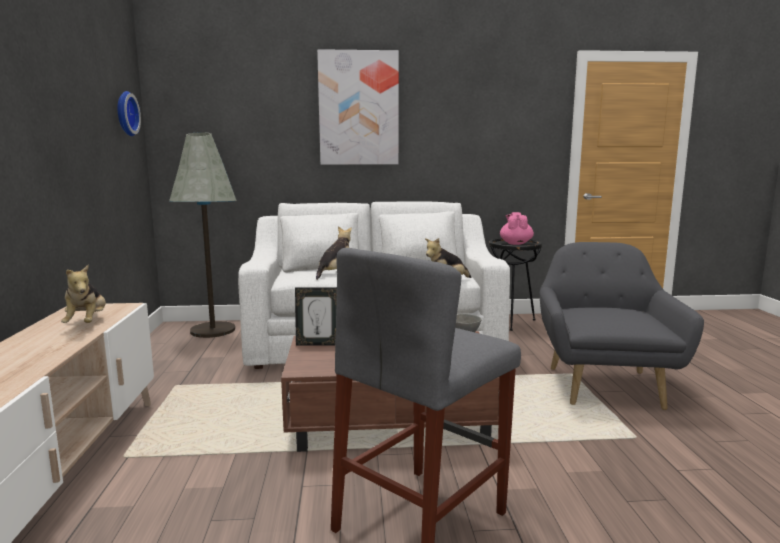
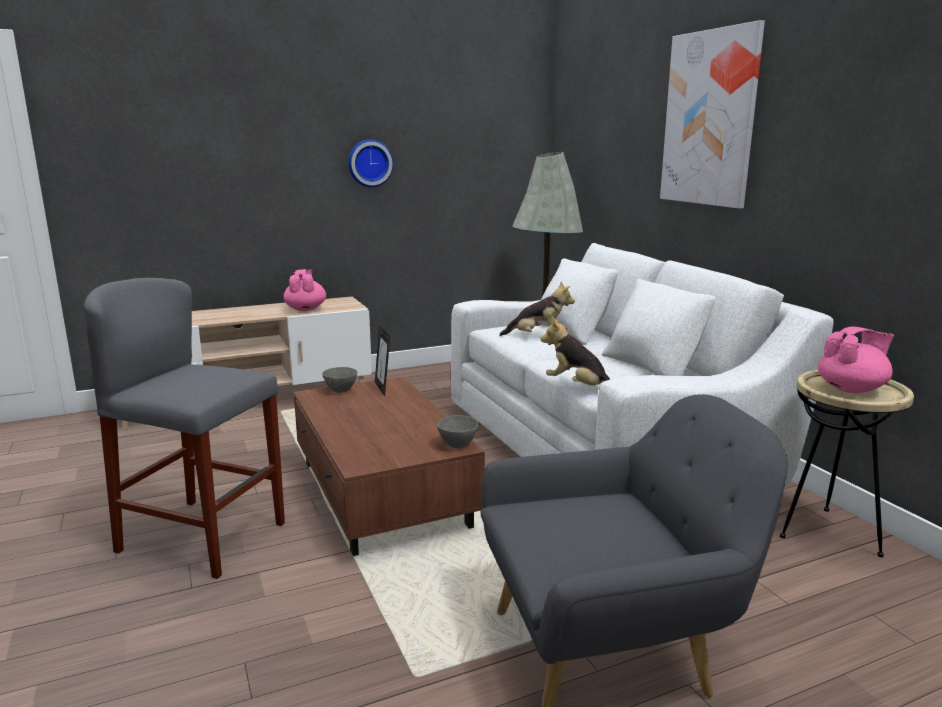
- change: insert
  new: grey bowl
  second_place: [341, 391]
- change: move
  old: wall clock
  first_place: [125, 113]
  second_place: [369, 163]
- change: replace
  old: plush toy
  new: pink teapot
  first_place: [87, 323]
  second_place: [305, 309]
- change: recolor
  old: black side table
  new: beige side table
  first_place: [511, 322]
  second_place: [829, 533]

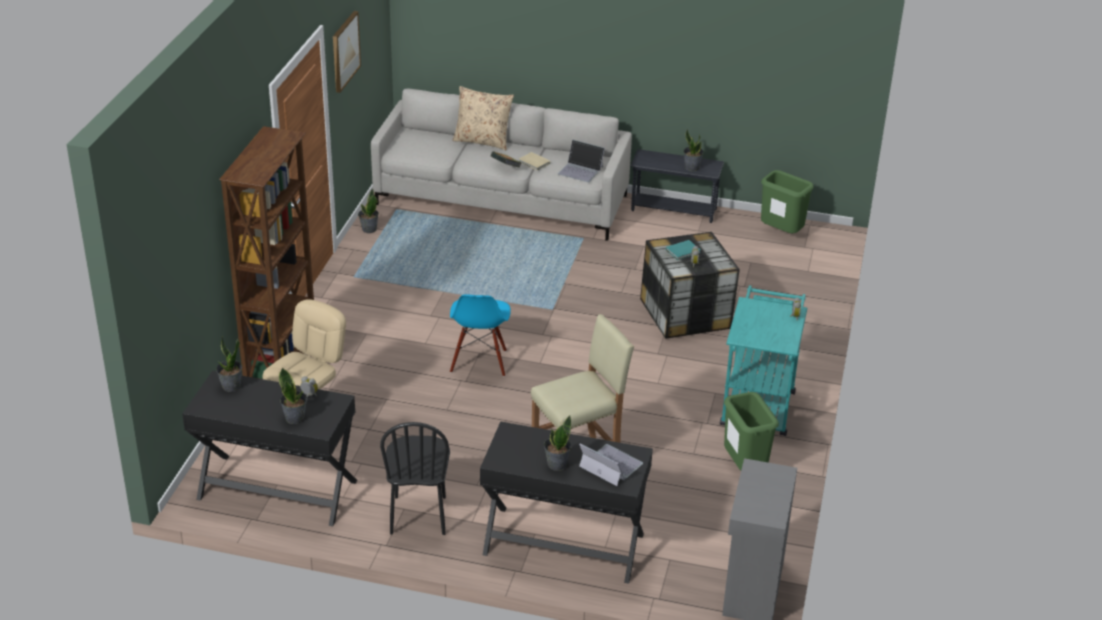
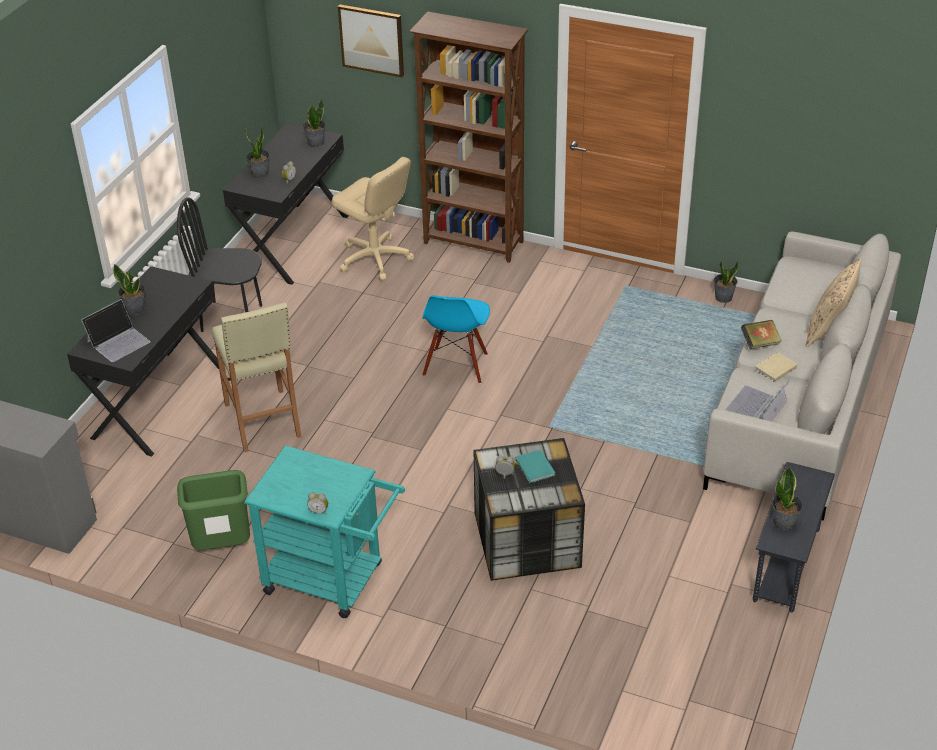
- change: delete
  old: green trash can
  first_place: [781, 234]
- change: move
  old: picture
  first_place: [345, 51]
  second_place: [372, 40]
- change: rotate
  old: blue chair
  first_place: [479, 362]
  second_place: [456, 365]
  degrees: -90

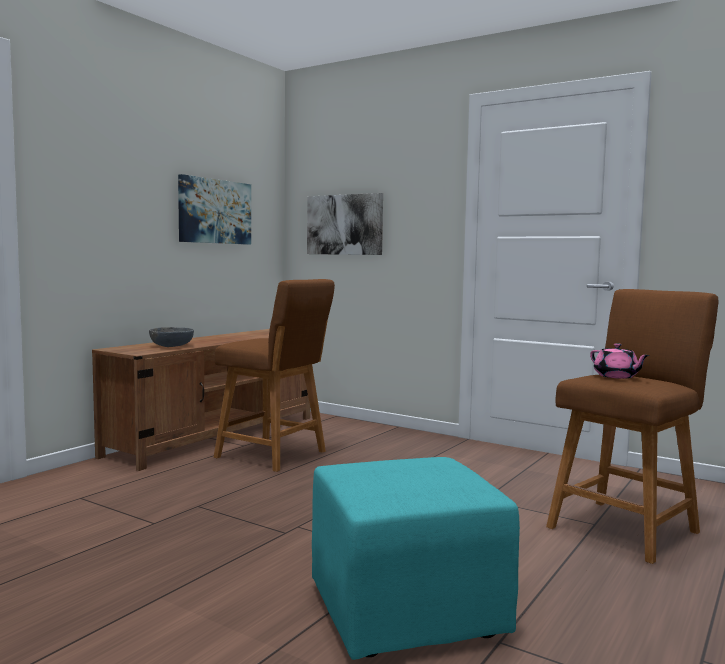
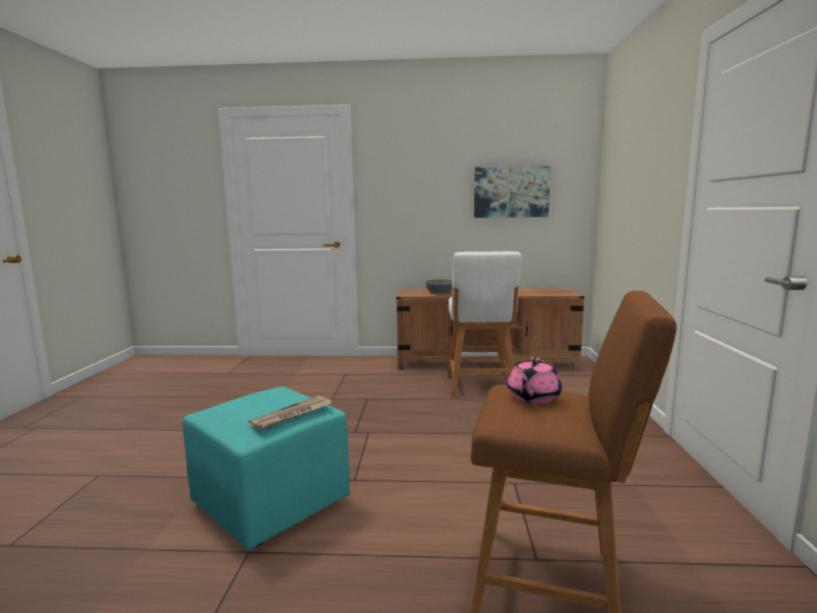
- change: delete
  old: picture
  first_place: [345, 225]
- change: insert
  new: newspaper
  second_place: [292, 415]
- change: recolor
  old: brown stool
  new: white stool
  first_place: [275, 455]
  second_place: [480, 387]

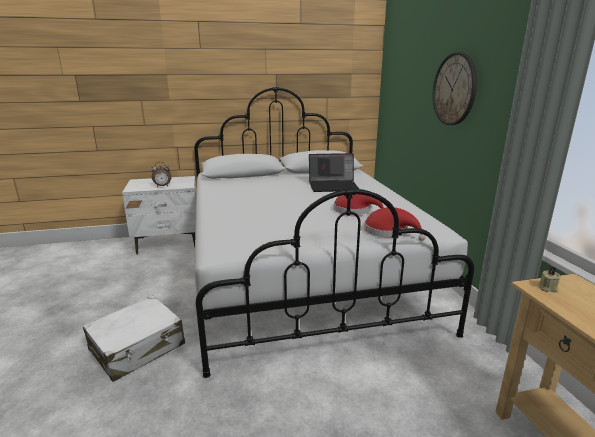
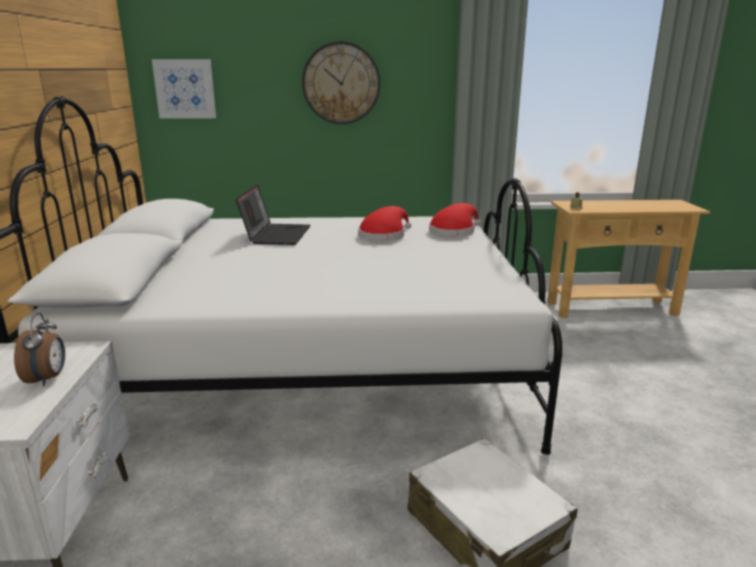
- change: insert
  new: picture
  second_place: [185, 89]

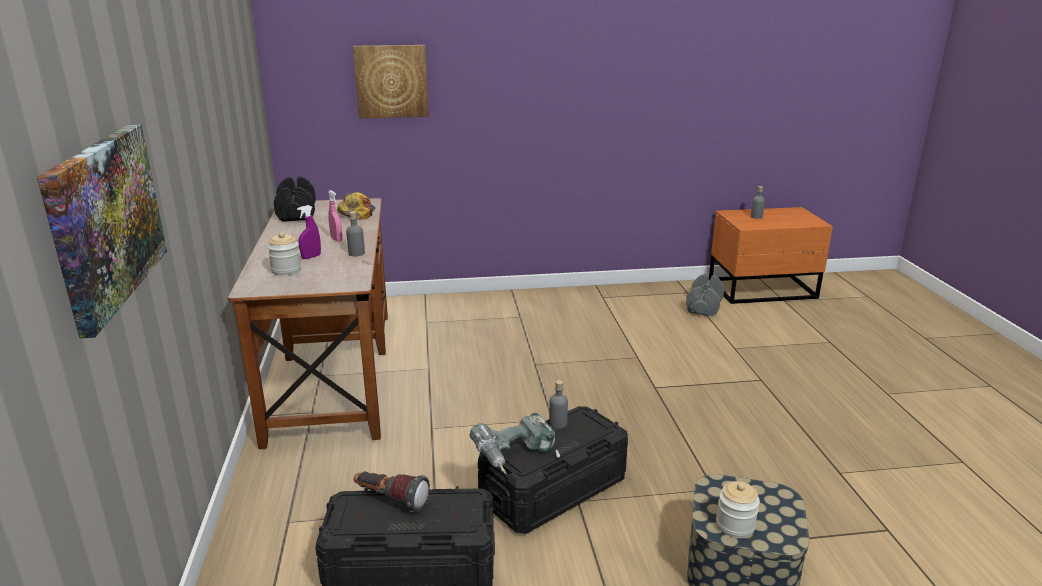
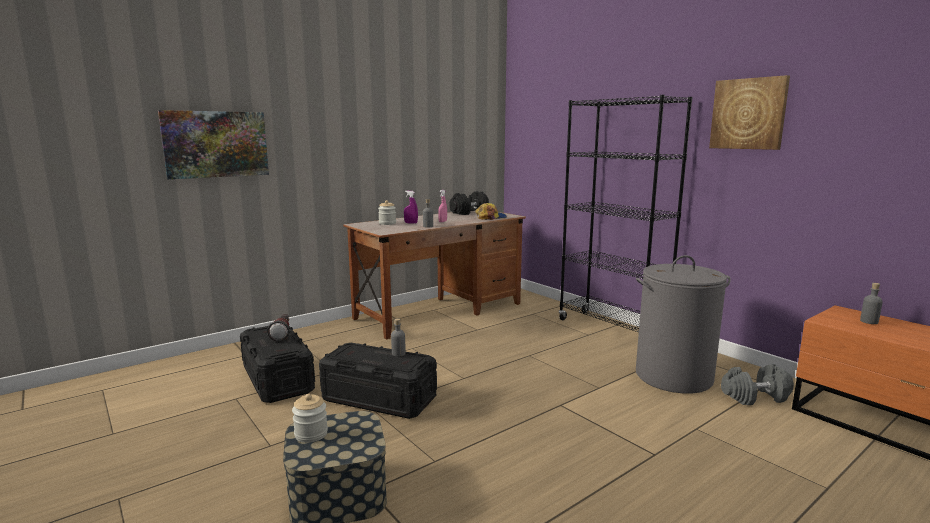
- change: delete
  old: power drill
  first_place: [516, 458]
- change: insert
  new: black bookcase
  second_place: [611, 329]
- change: insert
  new: grey laundry basket
  second_place: [673, 376]
- change: move
  old: picture
  first_place: [391, 81]
  second_place: [748, 114]

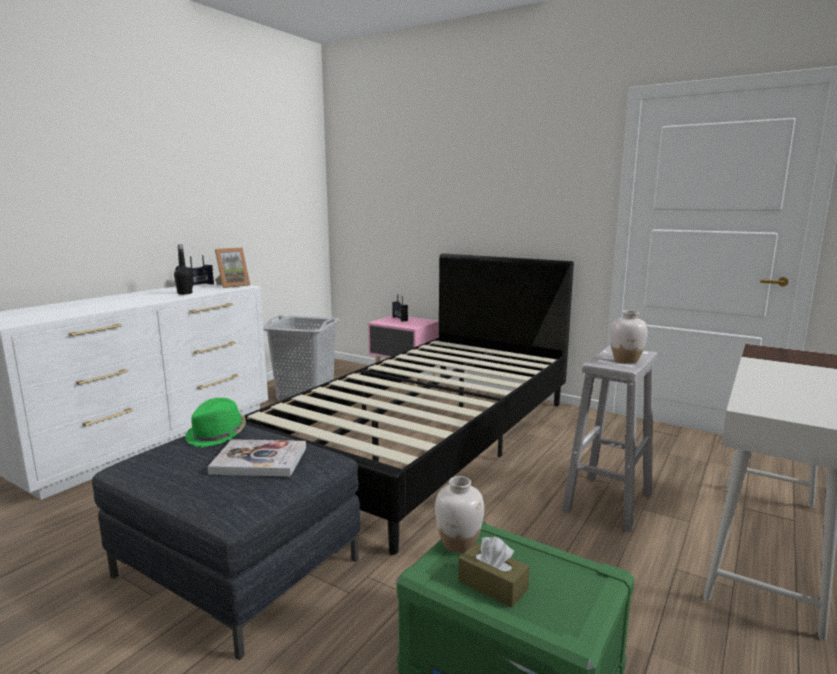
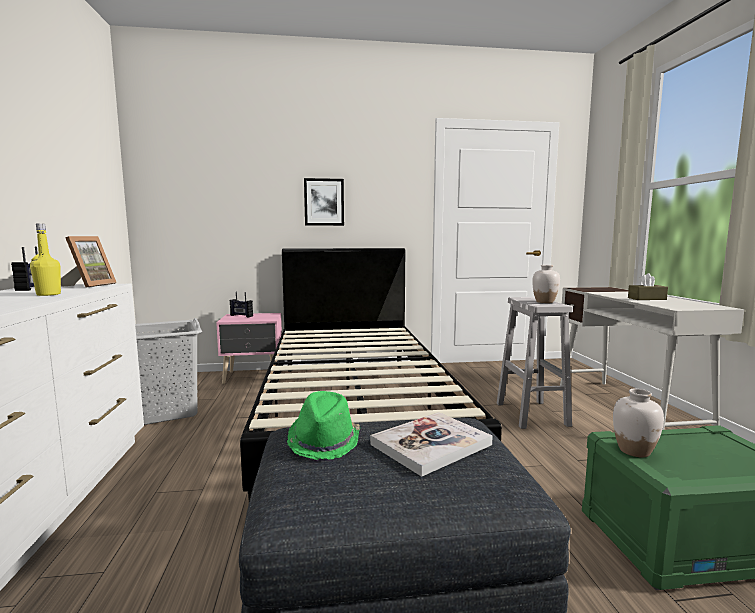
- change: insert
  new: picture
  second_place: [324, 202]
- change: move
  old: brown tissue box
  first_place: [492, 585]
  second_place: [646, 299]
- change: recolor
  old: black bottle
  new: yellow bottle
  first_place: [185, 293]
  second_place: [48, 294]

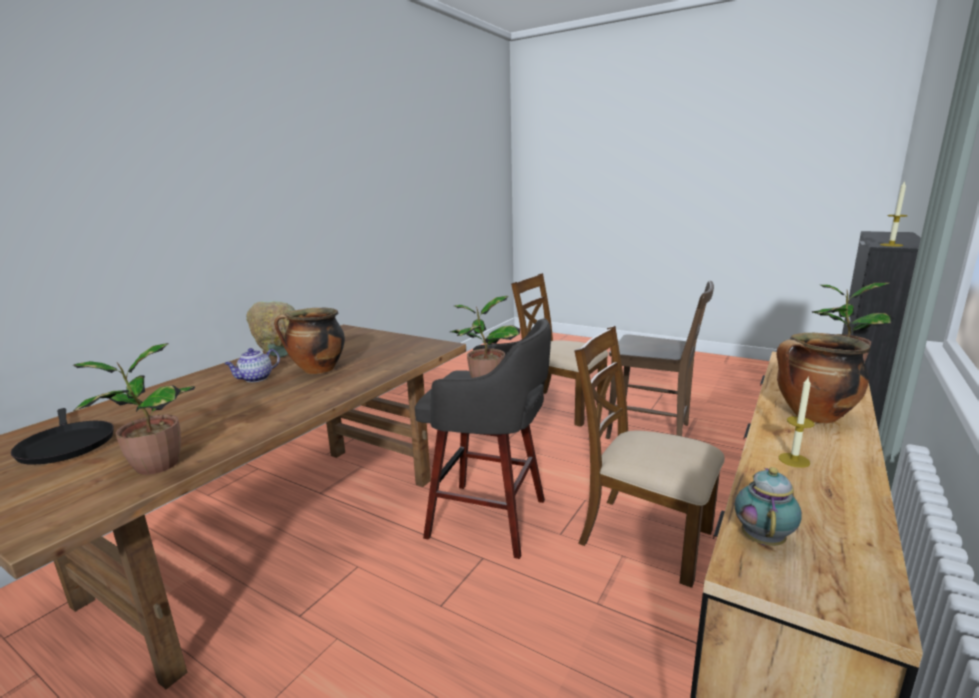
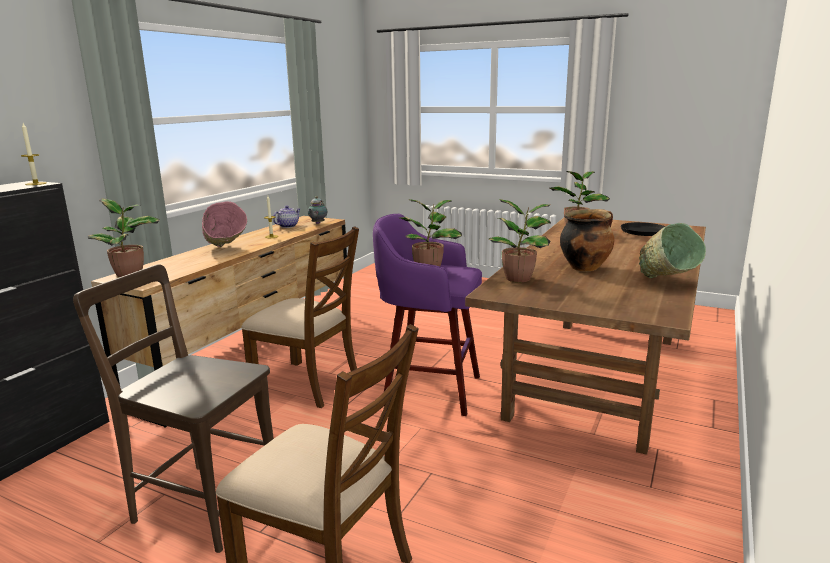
- change: insert
  new: potted plant
  second_place: [520, 278]
- change: move
  old: teapot
  first_place: [255, 379]
  second_place: [288, 226]
- change: replace
  old: cooking pot
  new: pink bowl
  first_place: [813, 417]
  second_place: [225, 249]
- change: recolor
  old: grey stool
  new: purple stool
  first_place: [491, 519]
  second_place: [428, 390]

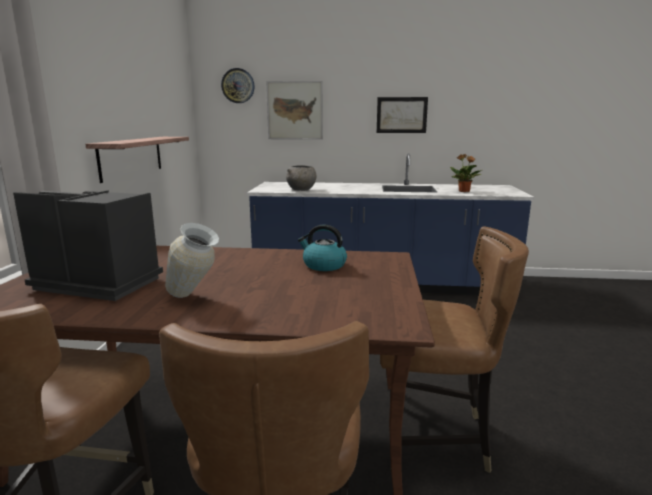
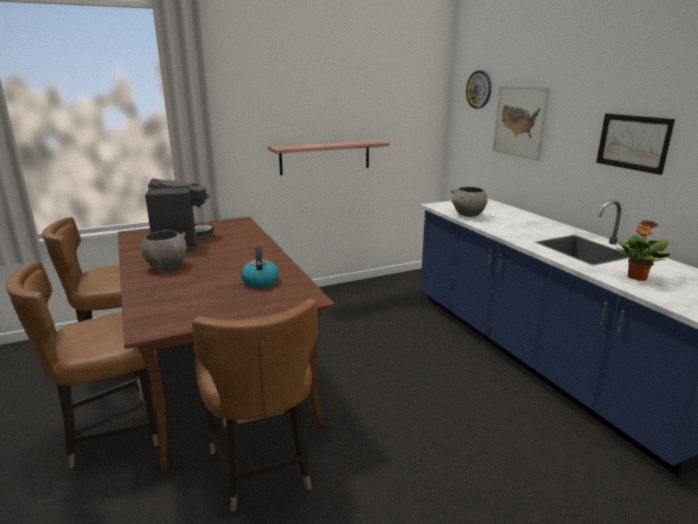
- change: replace
  old: vase
  new: grey bowl
  first_place: [194, 298]
  second_place: [166, 266]

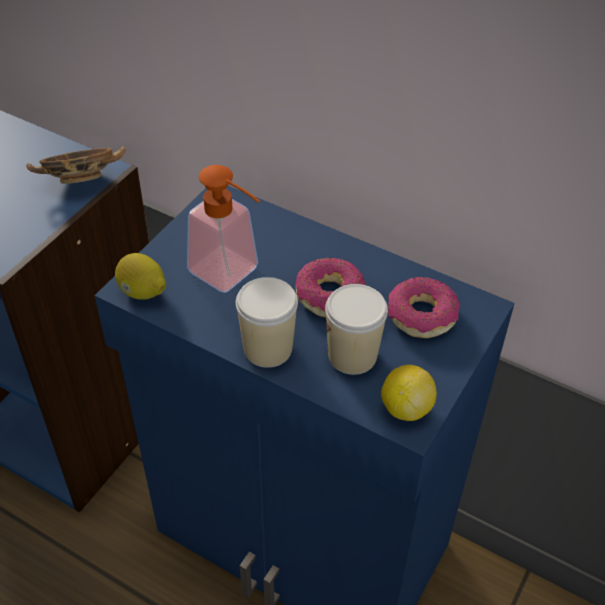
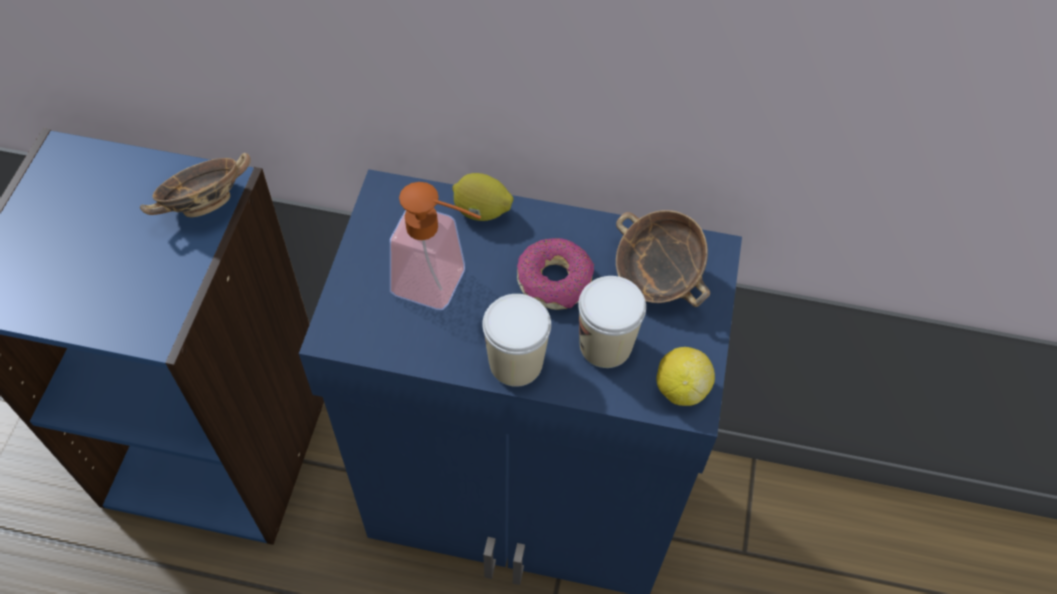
- change: move
  old: lemon
  first_place: [142, 292]
  second_place: [481, 212]
- change: replace
  old: donut
  new: bowl
  first_place: [421, 315]
  second_place: [656, 278]

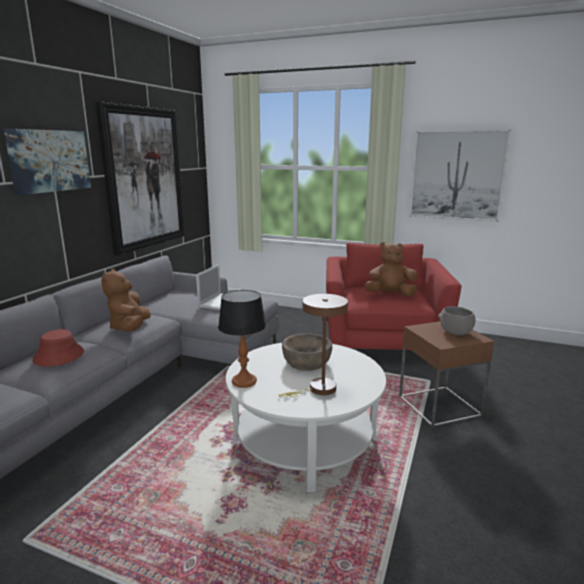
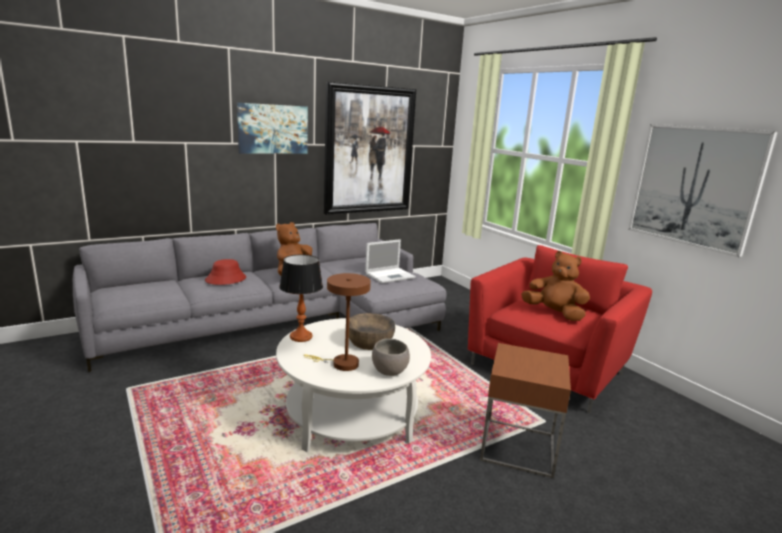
- change: move
  old: grey bowl
  first_place: [455, 332]
  second_place: [389, 370]

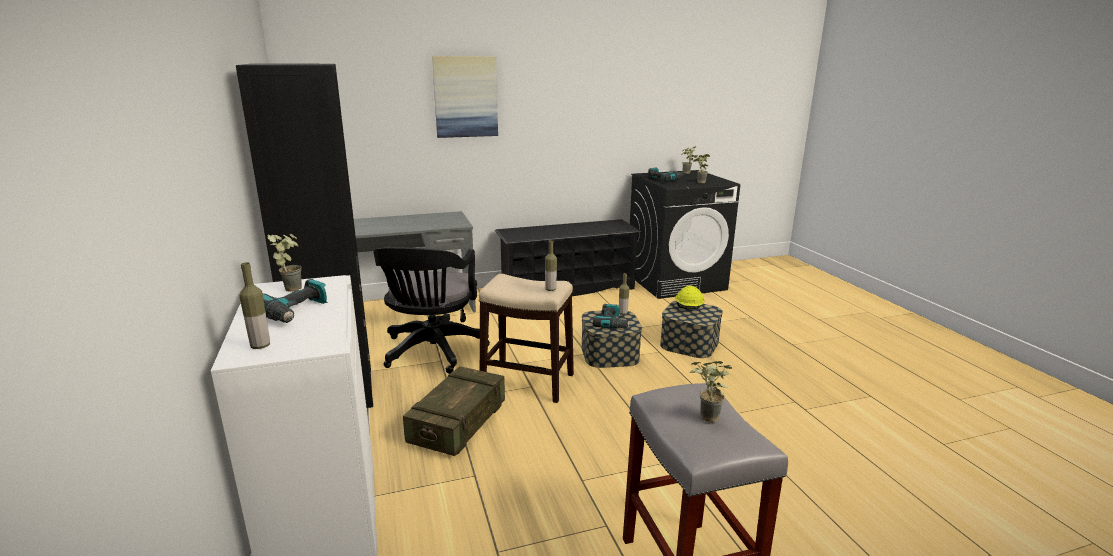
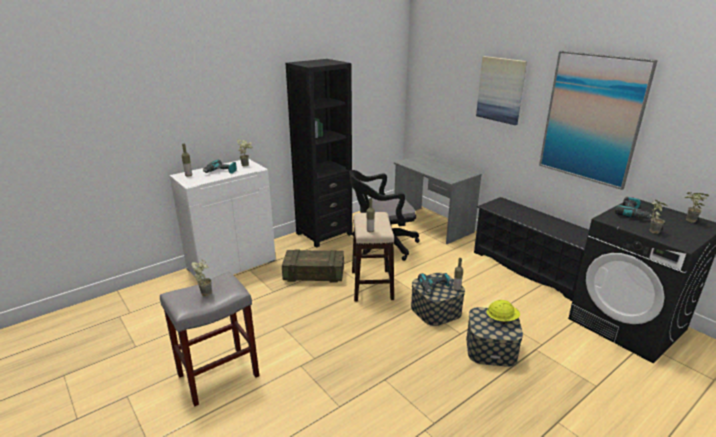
- change: insert
  new: picture
  second_place: [592, 118]

